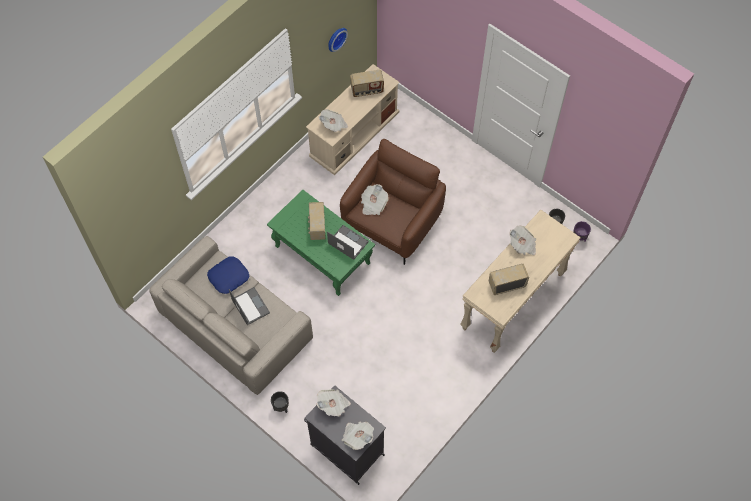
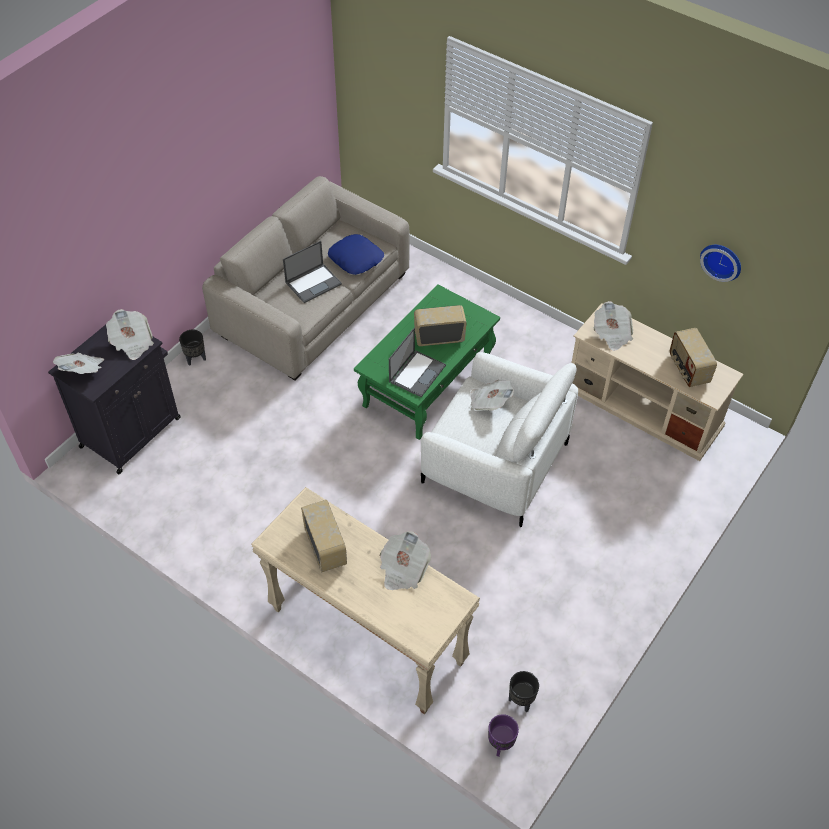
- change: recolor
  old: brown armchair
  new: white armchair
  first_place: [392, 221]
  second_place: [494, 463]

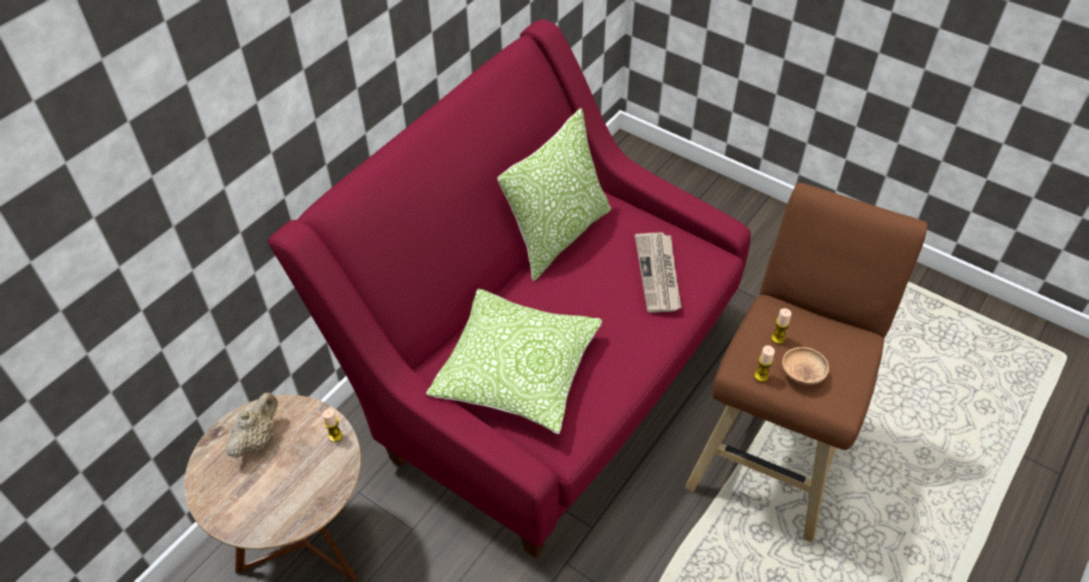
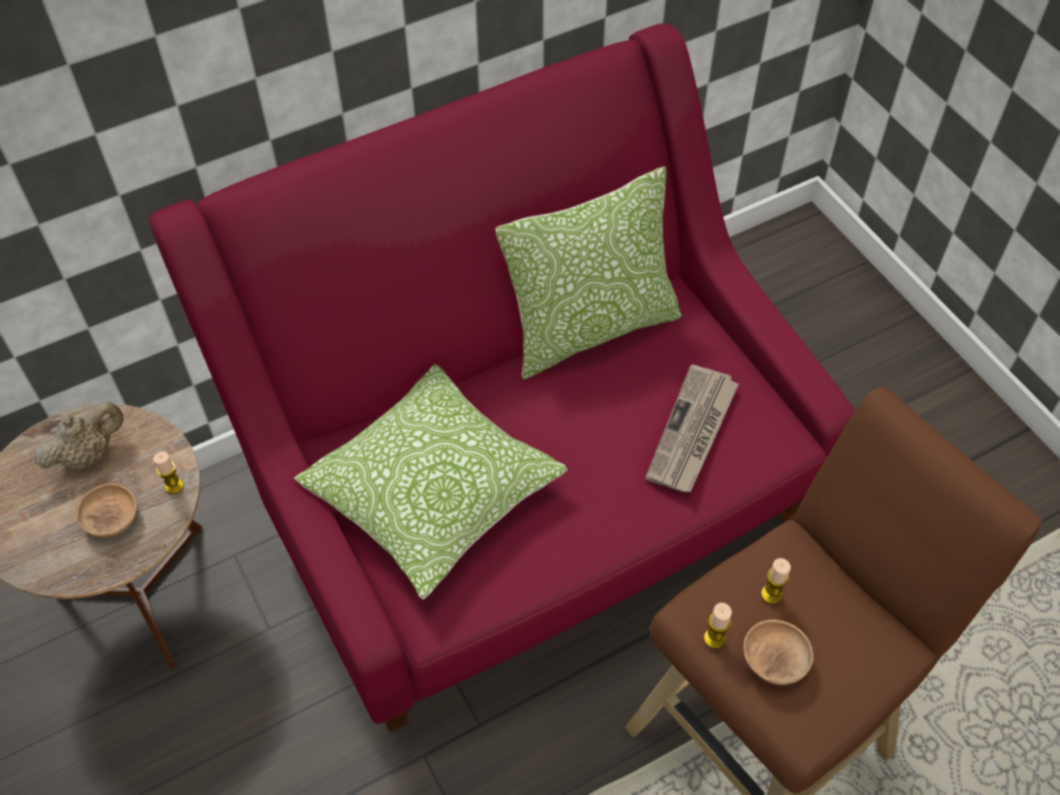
- change: insert
  new: brown bowl
  second_place: [112, 519]

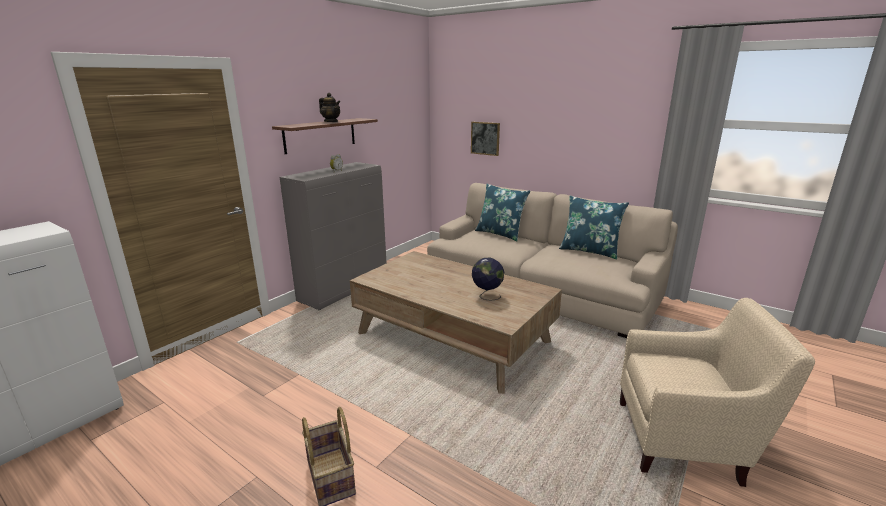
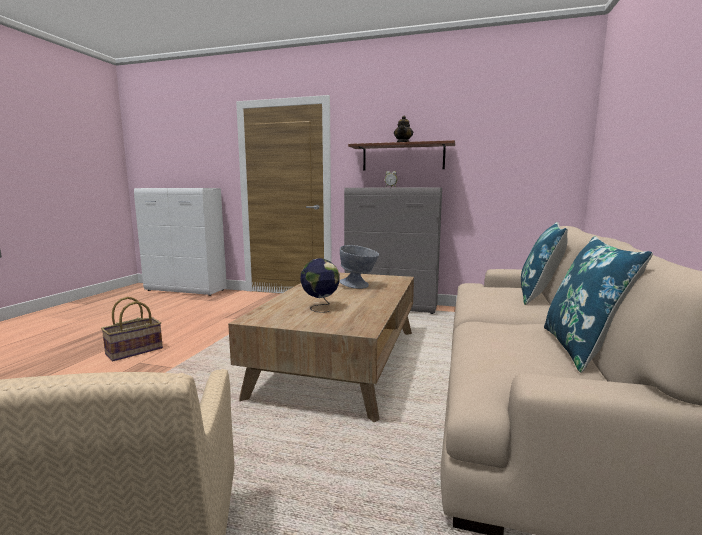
- change: delete
  old: picture
  first_place: [485, 138]
- change: insert
  new: grey bowl
  second_place: [359, 286]

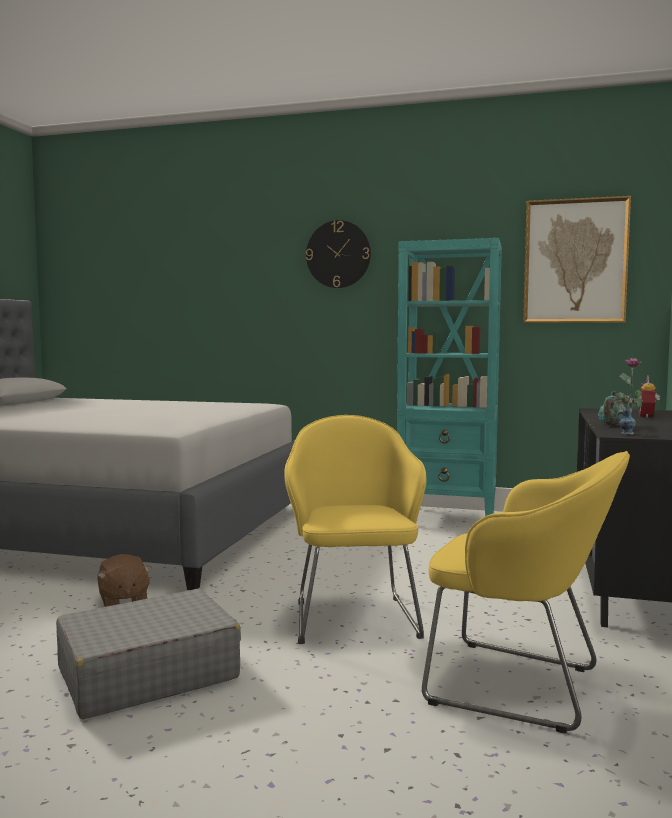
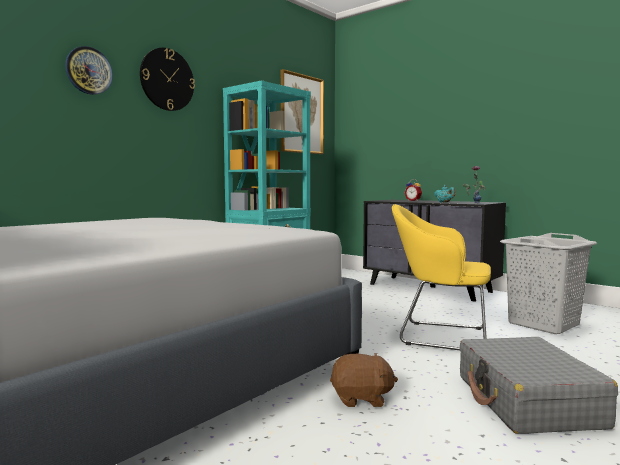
- change: insert
  new: wall clock
  second_place: [88, 71]
- change: replace
  old: yellow armchair
  new: grey laundry basket
  first_place: [521, 687]
  second_place: [544, 324]

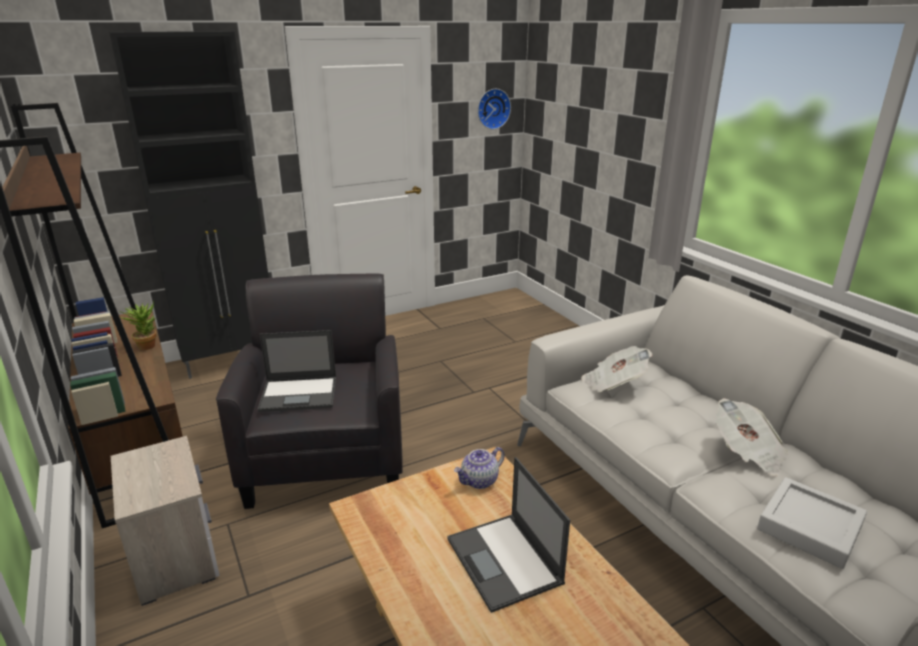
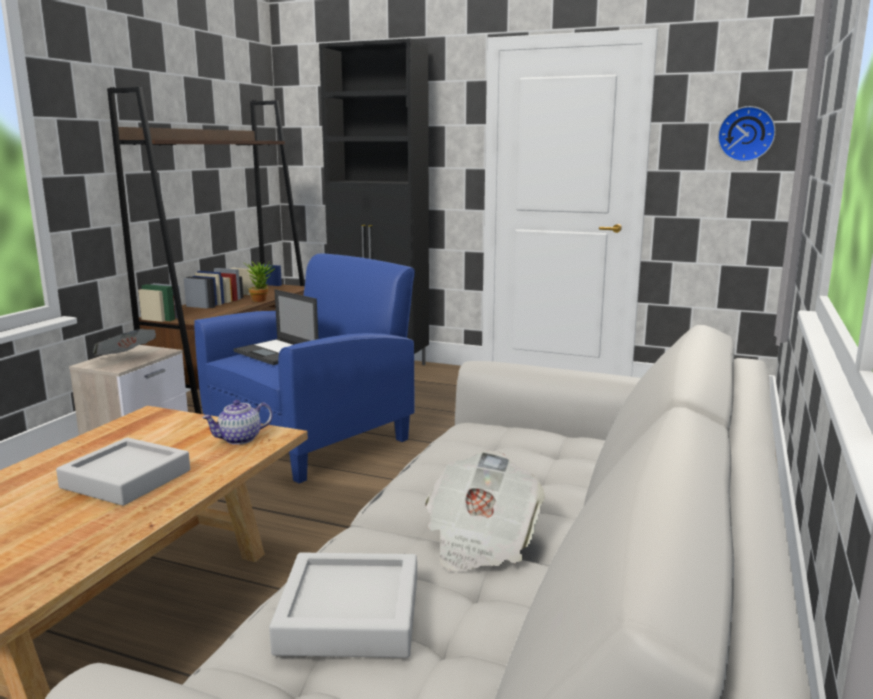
- change: move
  old: newspaper
  first_place: [613, 383]
  second_place: [126, 359]
- change: replace
  old: laptop
  new: grey tray
  first_place: [505, 562]
  second_place: [126, 479]
- change: recolor
  old: black armchair
  new: blue armchair
  first_place: [327, 456]
  second_place: [312, 439]
- change: rotate
  old: teapot
  first_place: [479, 481]
  second_place: [239, 439]
  degrees: -45

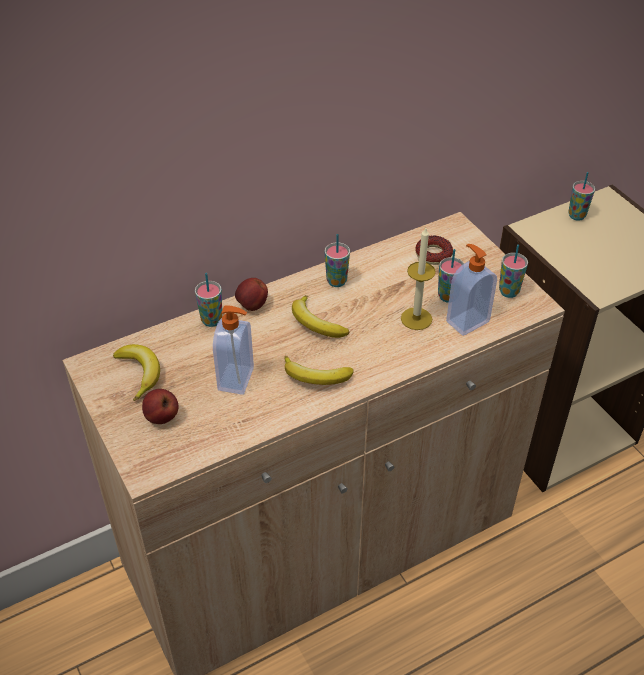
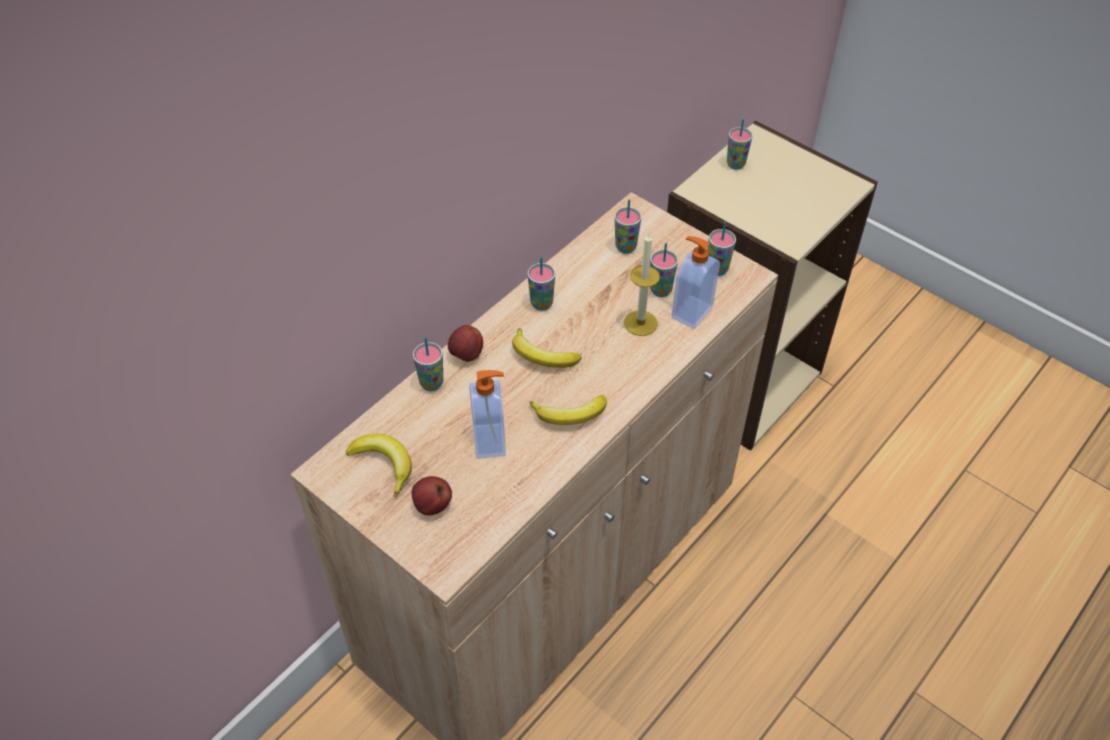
- change: replace
  old: donut
  new: cup
  first_place: [433, 254]
  second_place: [625, 247]

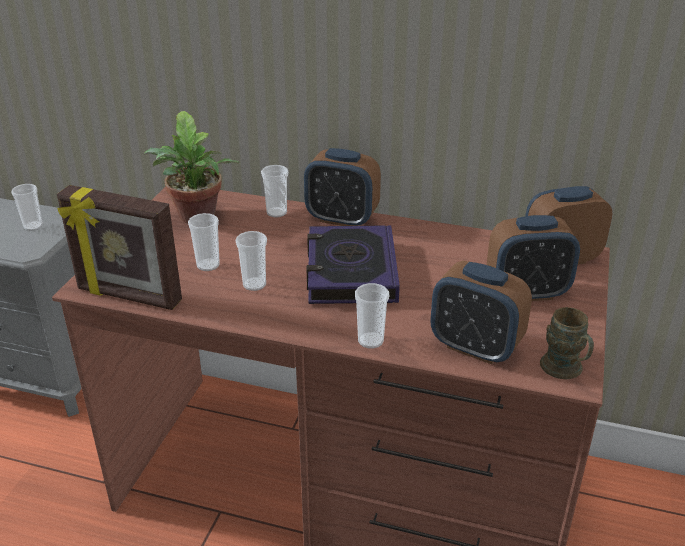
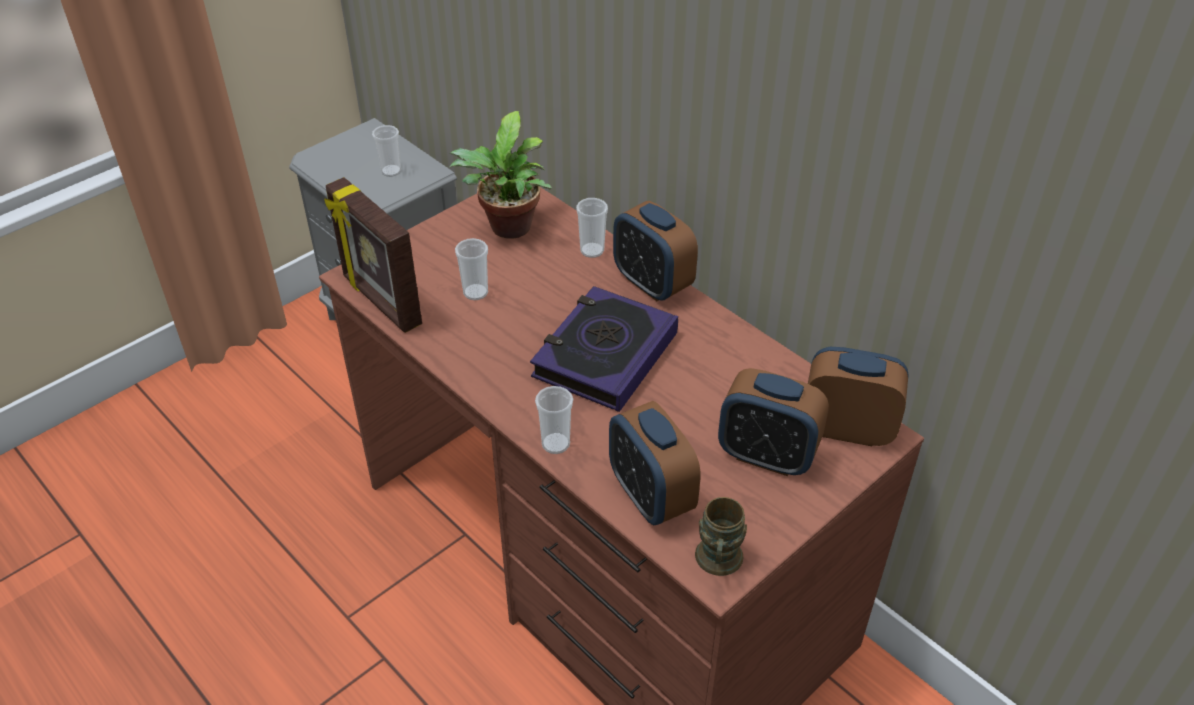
- change: delete
  old: cup
  first_place: [254, 284]

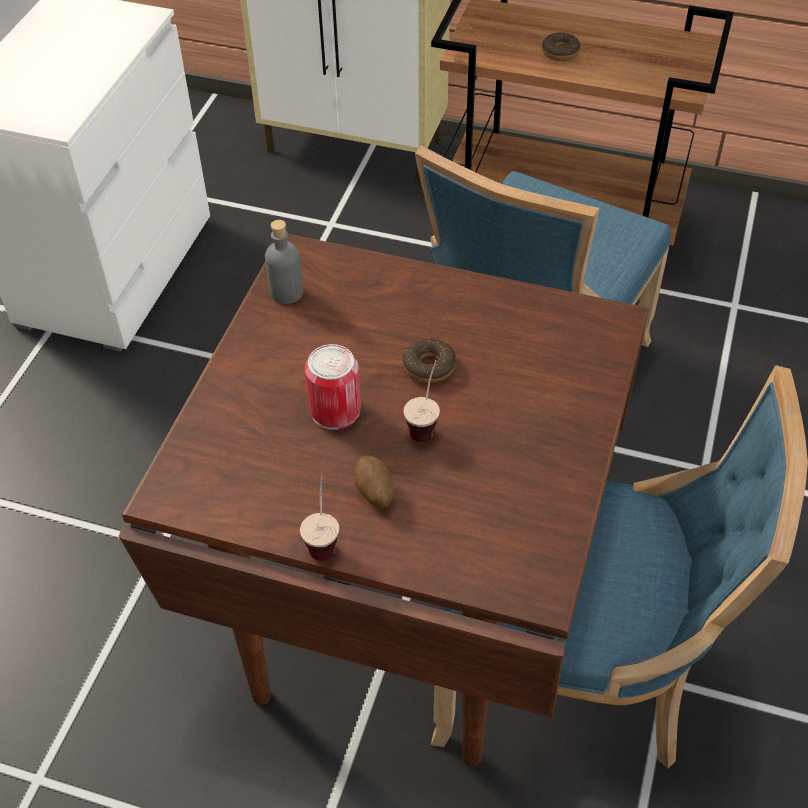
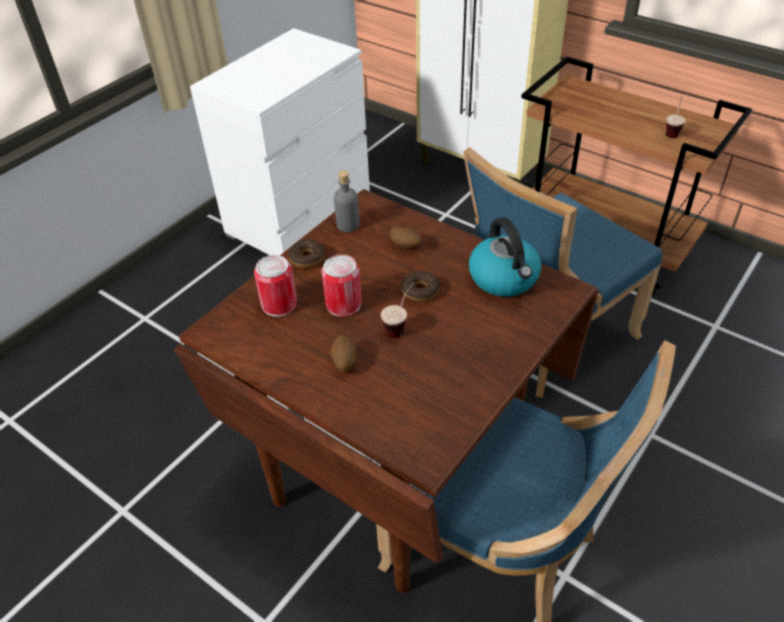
- change: insert
  new: can
  second_place: [279, 304]
- change: insert
  new: potato
  second_place: [405, 246]
- change: insert
  new: kettle
  second_place: [504, 278]
- change: move
  old: cup
  first_place: [323, 537]
  second_place: [672, 131]
- change: move
  old: donut
  first_place: [560, 52]
  second_place: [307, 258]

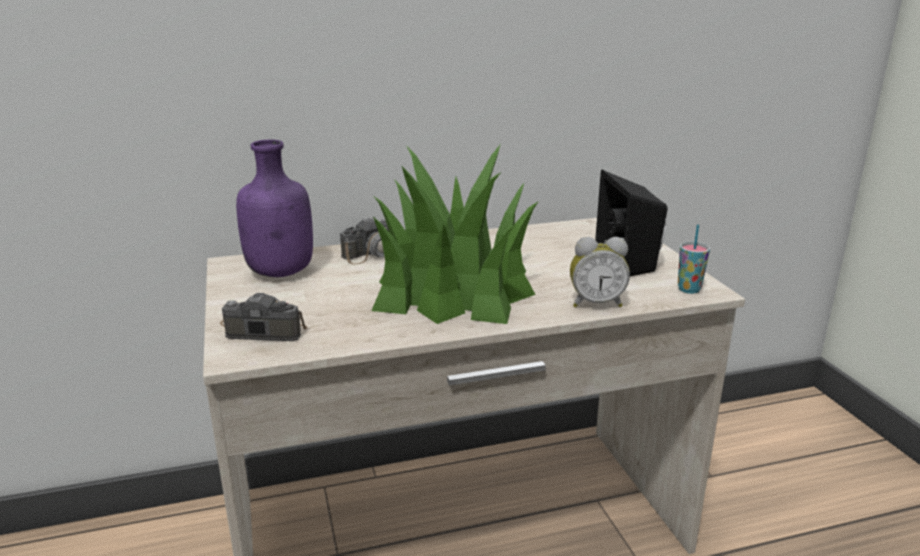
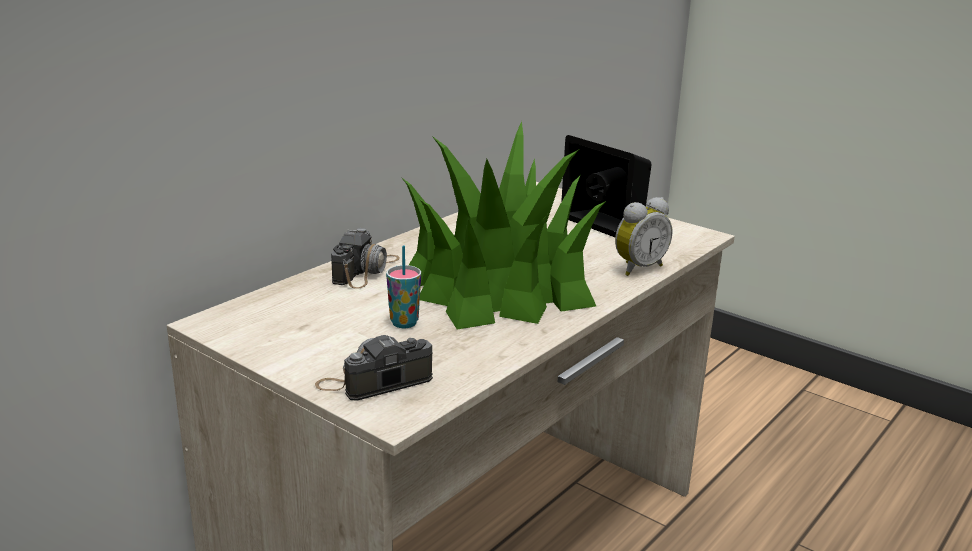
- change: delete
  old: purple bottle
  first_place: [282, 272]
- change: move
  old: cup
  first_place: [689, 289]
  second_place: [404, 323]

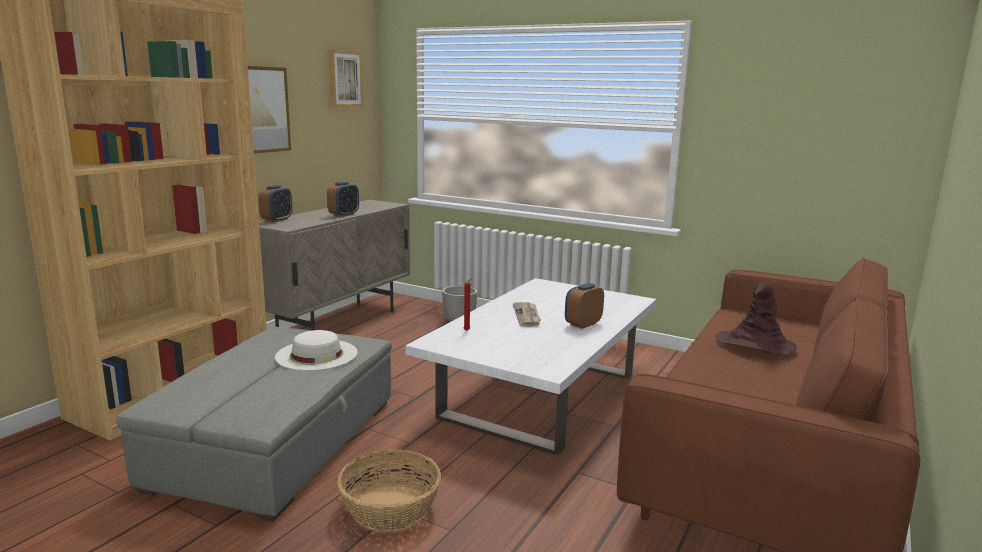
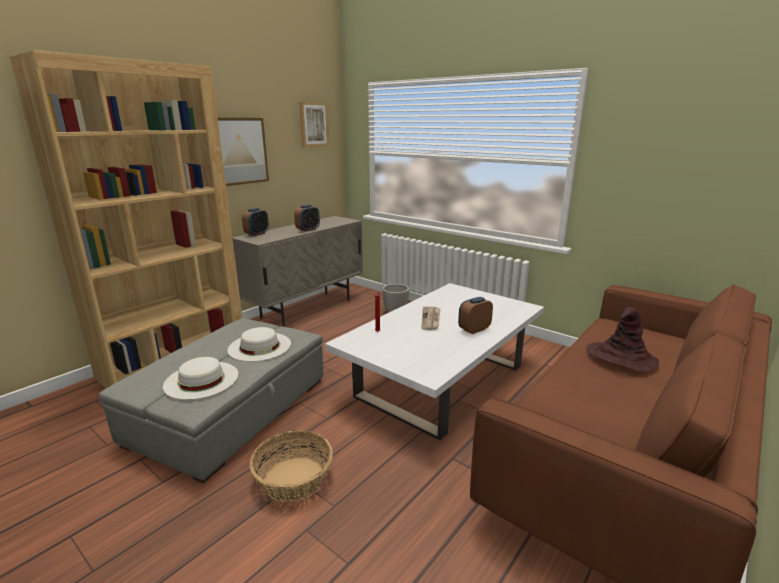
- change: insert
  new: white hat
  second_place: [201, 380]

